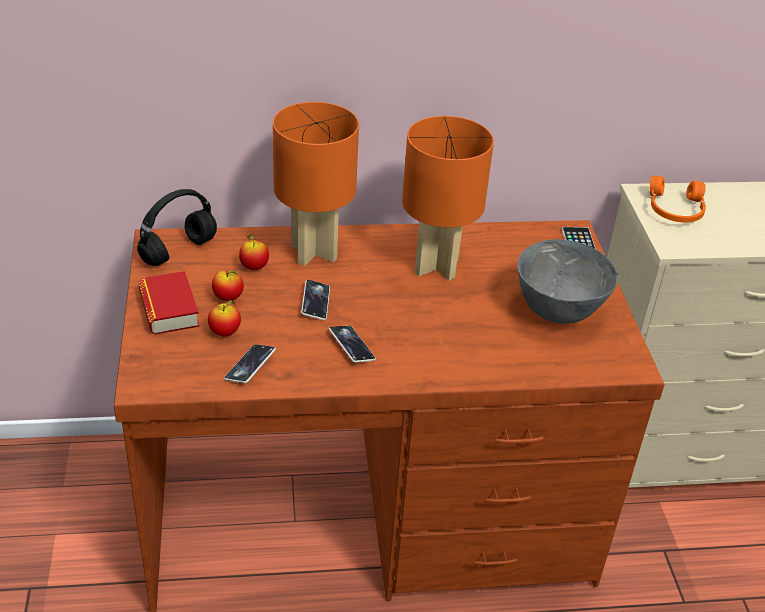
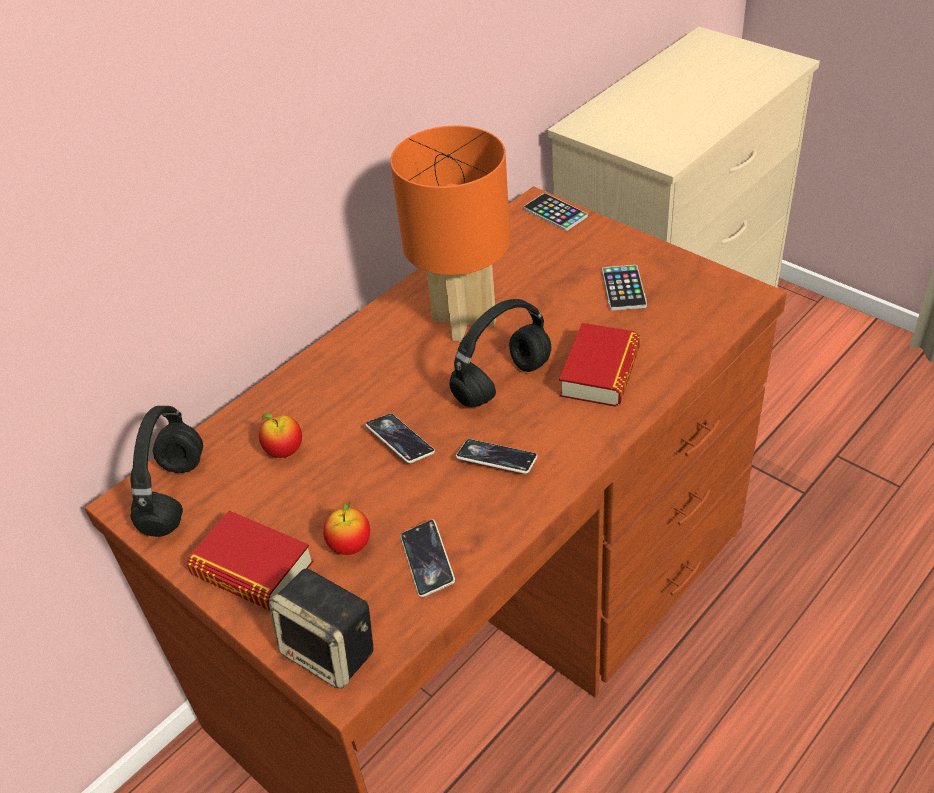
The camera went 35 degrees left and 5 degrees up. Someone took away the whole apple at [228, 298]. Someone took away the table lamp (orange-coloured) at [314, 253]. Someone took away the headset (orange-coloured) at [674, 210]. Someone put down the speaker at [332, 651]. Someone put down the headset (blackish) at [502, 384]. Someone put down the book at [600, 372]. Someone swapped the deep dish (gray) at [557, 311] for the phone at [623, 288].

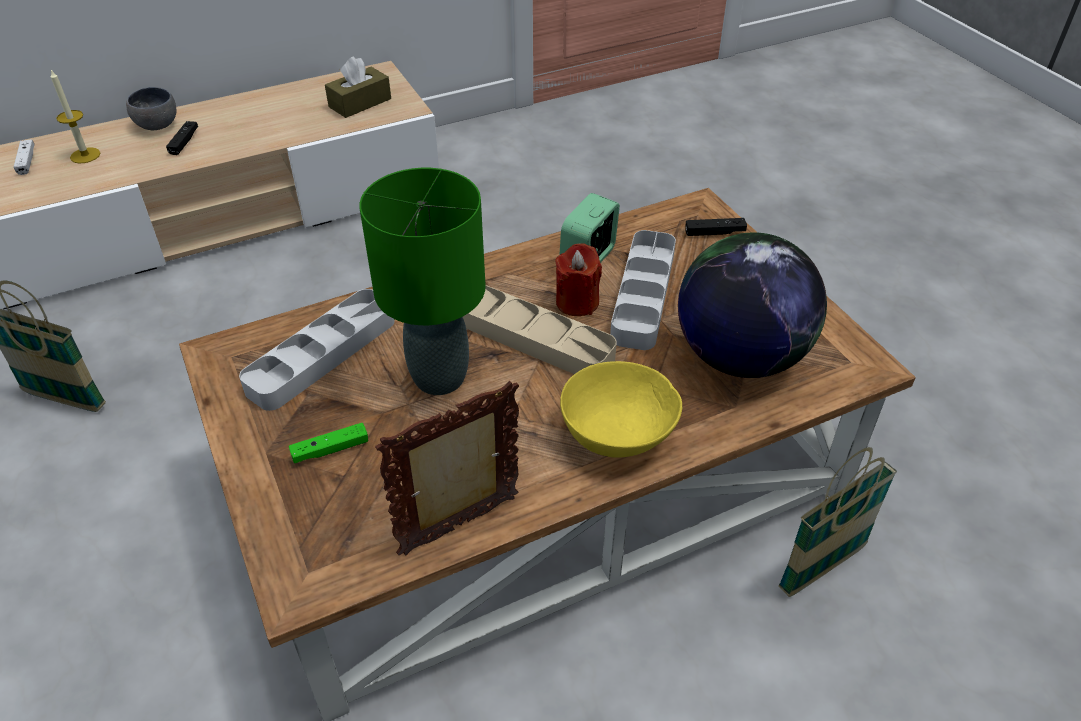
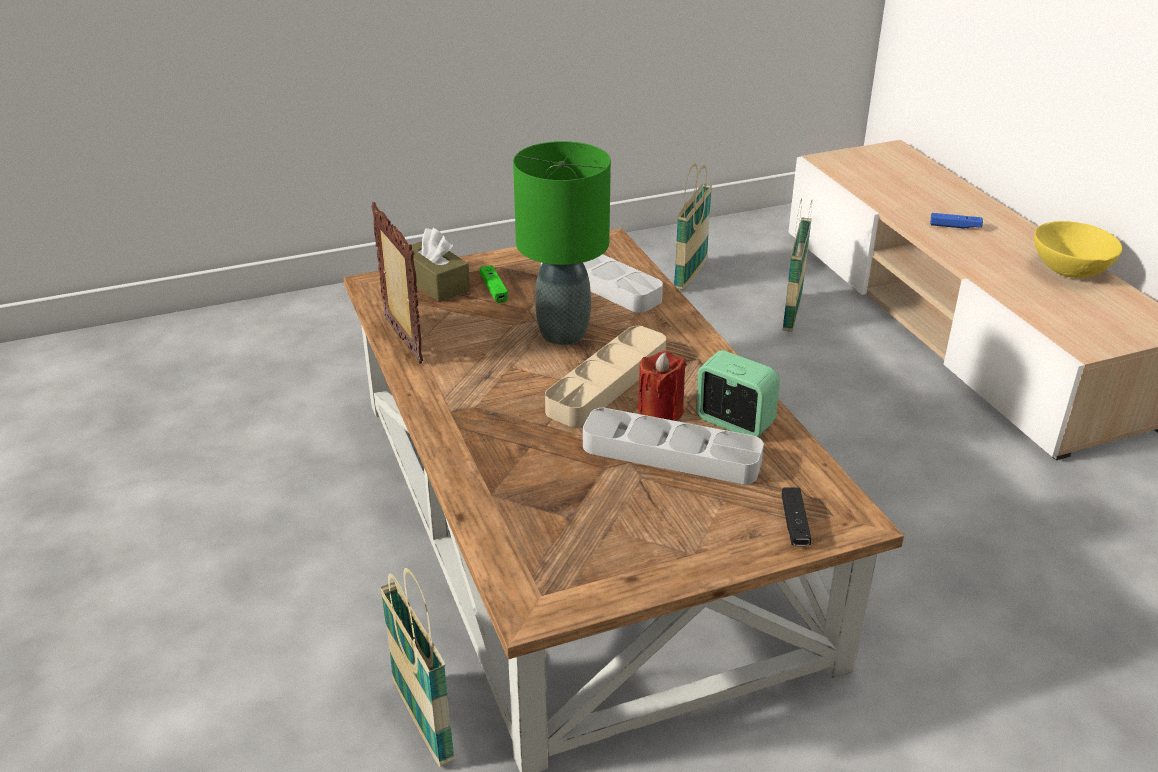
The camera went 95 degrees right and 10 degrees down. Someone took away the game controller (whitish) at [27, 162]. Someone took away the candle at [85, 155]. Someone took away the deep dish (gray) at [159, 125]. Someone took away the globe at [739, 357]. Someone put down the storage basket at [792, 314]. Someone carried the box of tissues (brownish) from [360, 103] to [435, 283]. Someone carried the deep dish (yellowish) from [617, 434] to [1070, 270]. Someone repainted the game controller (blackish) at [184, 142], which became the game controller (blue-coloured) at [955, 226].

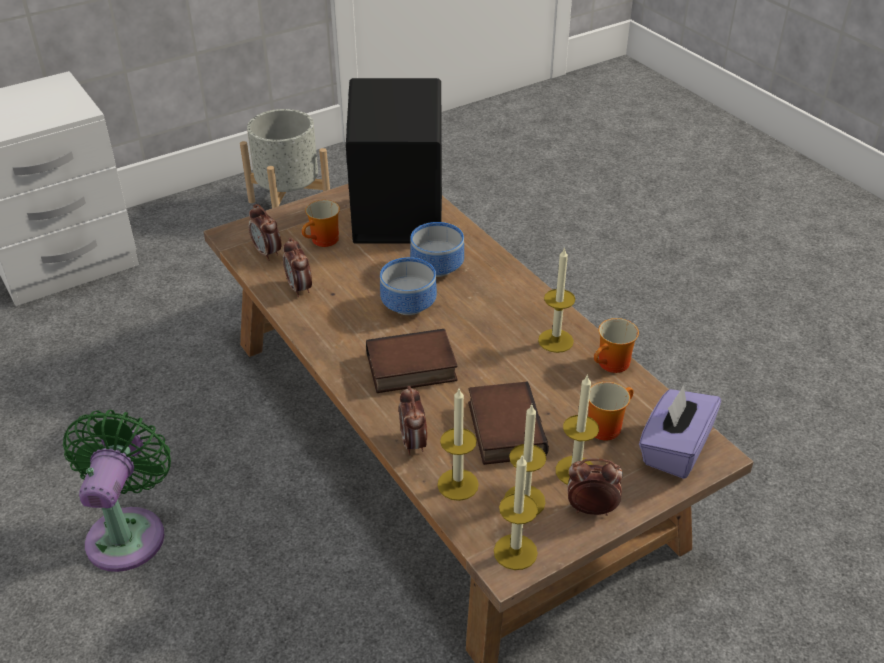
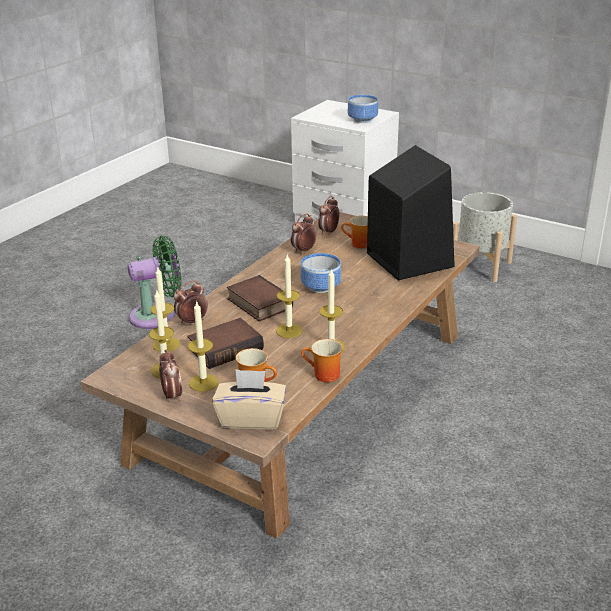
The camera went 65 degrees right and 10 degrees down. Someone carried the deep dish from [439, 268] to [362, 120]. Someone carried the candle from [515, 552] to [289, 330]. Someone repainted the box of tissues (purplish) at [674, 449], which became the box of tissues (beige-coloured) at [251, 418].

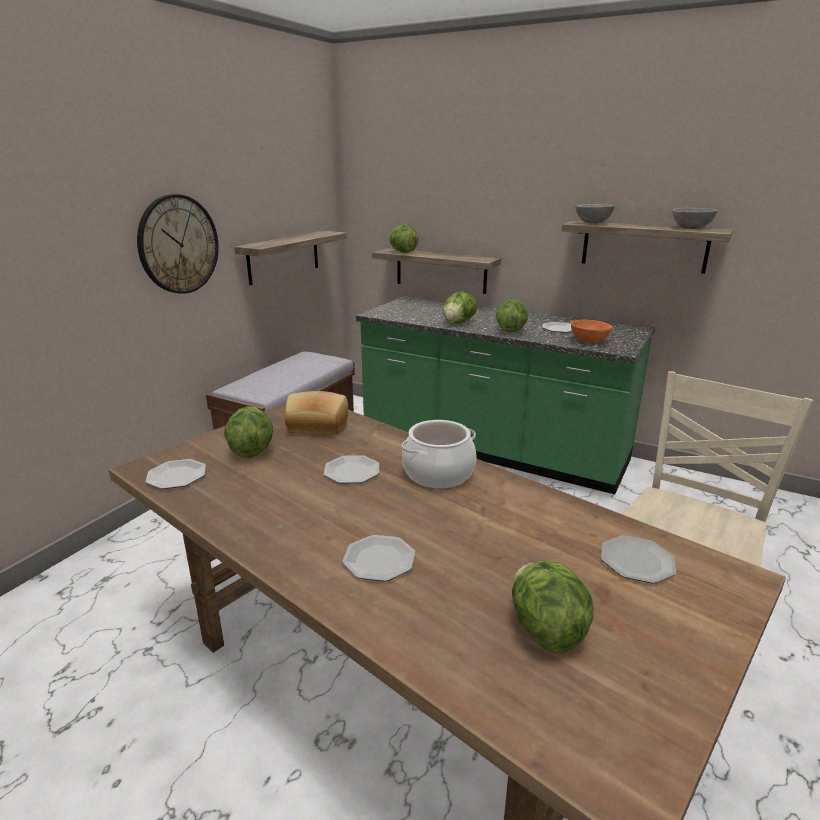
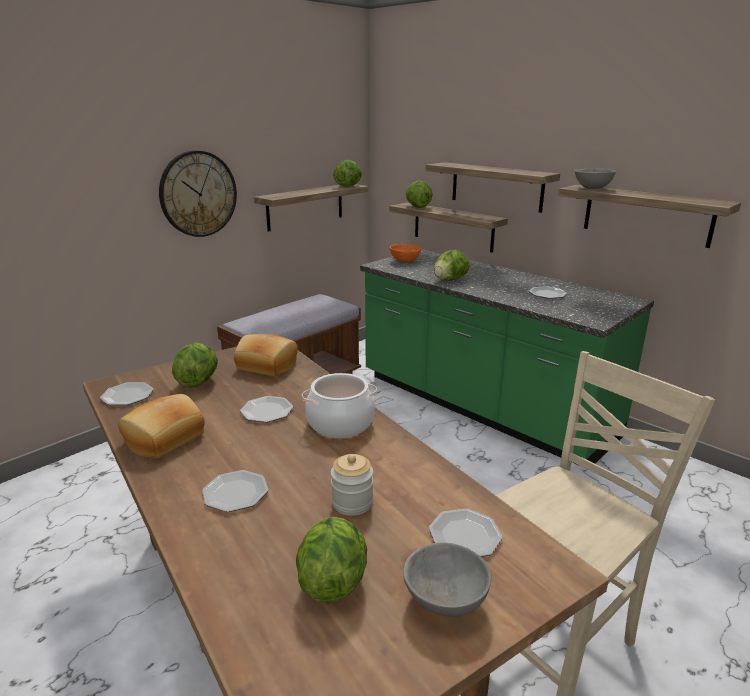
The camera went 15 degrees right and 0 degrees up. Someone put down the bread at [165, 439]. Someone put down the storage jar at [352, 502]. Someone put up the wall shelf at [496, 186]. Someone carried the lettuce head from [510, 331] to [348, 186]. Someone carried the deep dish (orange-coloured) from [589, 341] to [405, 261]. Someone carried the deep dish (gray) from [691, 228] to [445, 602].

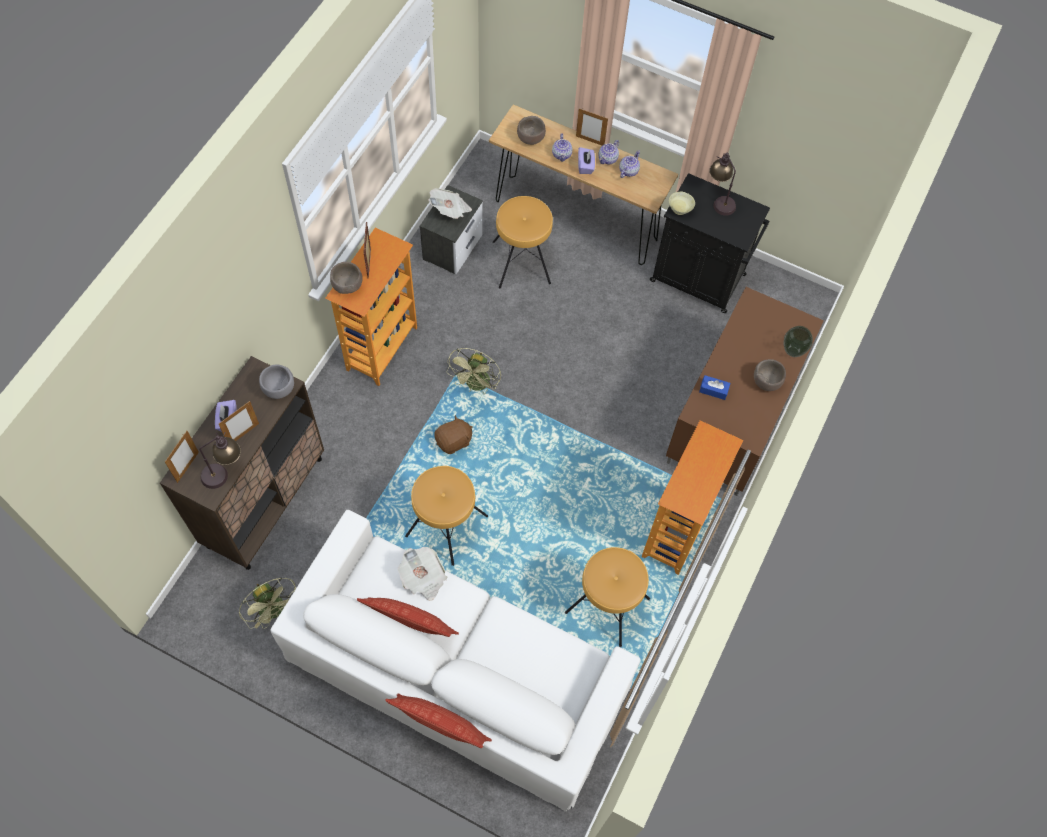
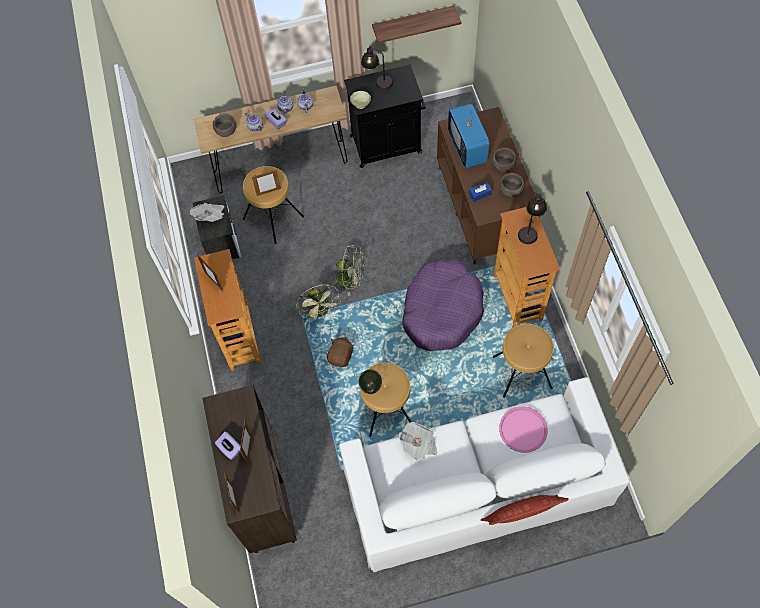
The camera went 35 degrees left and 0 degrees up. Someone took away the deep dish (gray) at [279, 389]. Someone took away the pillow at [410, 623]. Someone put up the wall shelf at [413, 23]. Someone put down the dog cushion (purplish) at [442, 310]. Someone put down the TV at [467, 148]. Someone put down the tray (pinkish) at [523, 429]. Someone carried the table lamp from [224, 472] to [530, 229]. Someone carried the electric fan (green) from [275, 610] to [350, 280]. Someone carried the deep dish (brownish) from [347, 286] to [511, 191]. Someone carried the picture frame from [590, 141] to [268, 192]. Someone carried the flower vase from [792, 351] to [370, 388].

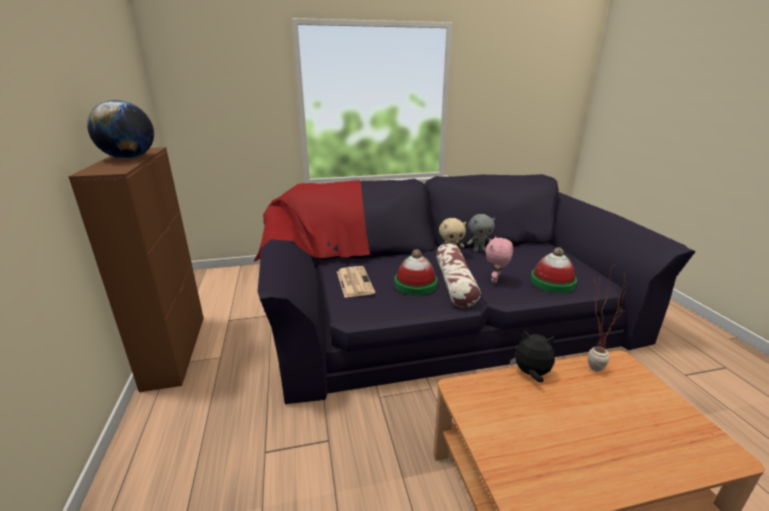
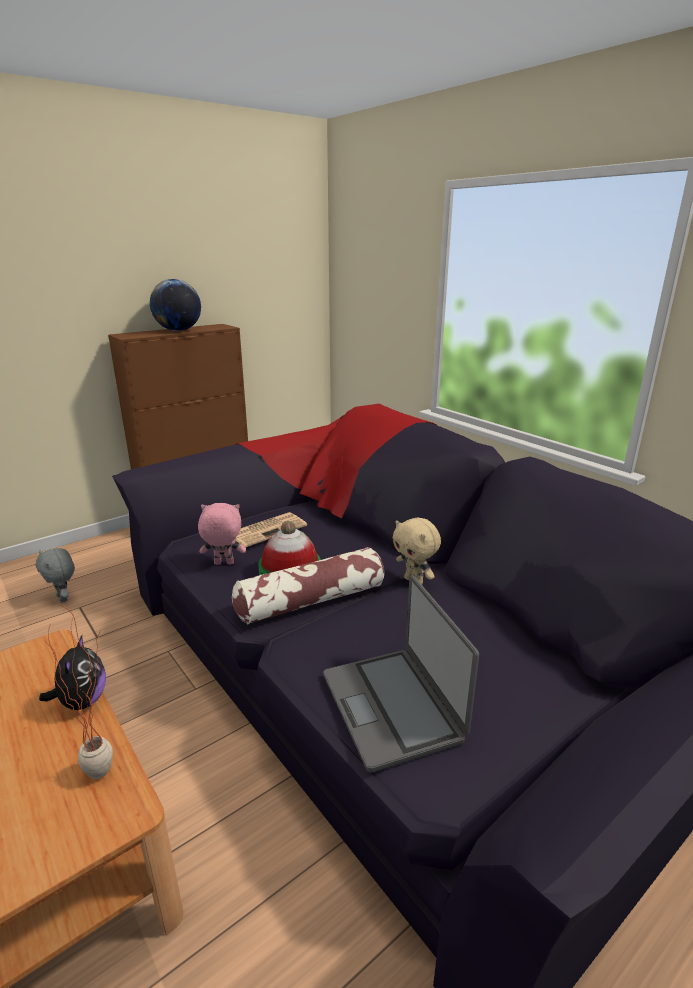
The camera went 65 degrees right and 0 degrees up. Someone carried the cuddly toy (gray) from [478, 250] to [64, 598]. Someone carried the cuddly toy (pinkish) from [496, 280] to [223, 564]. Someone swapped the clothing hat at [552, 282] for the portable computer at [392, 706].

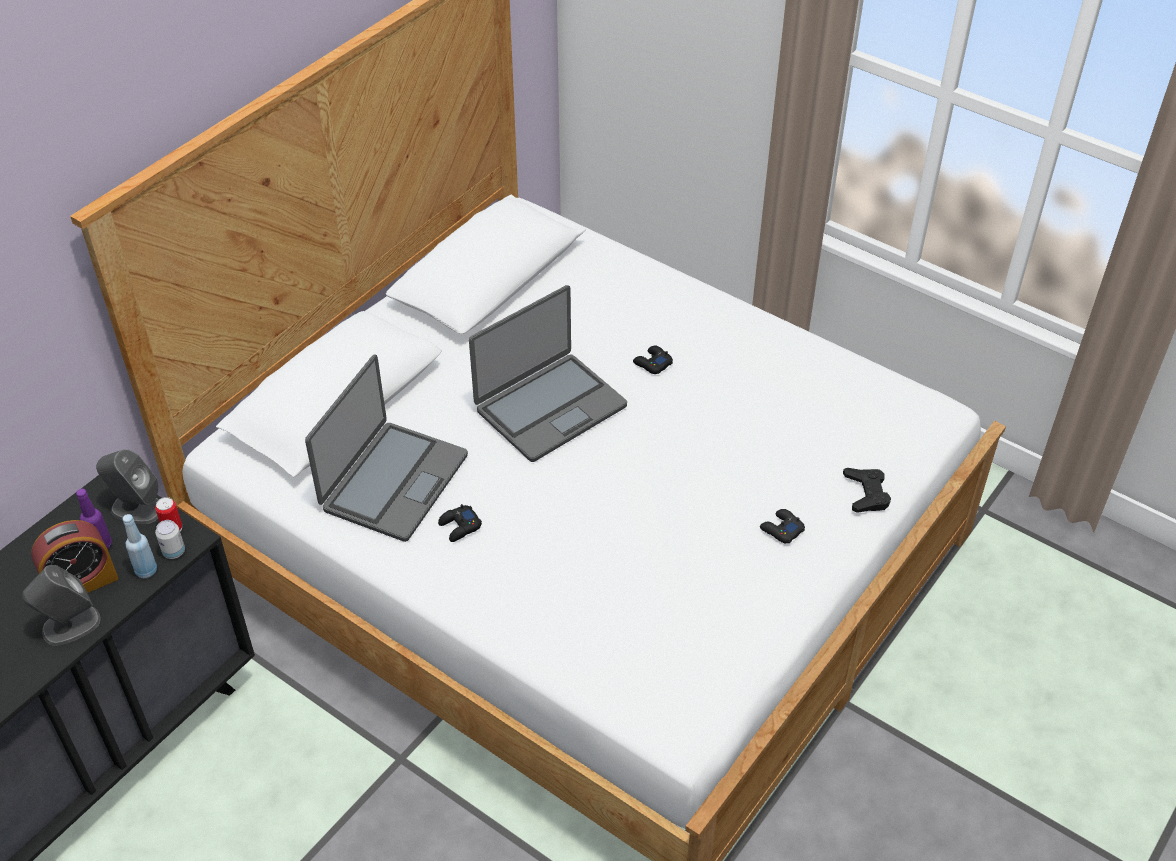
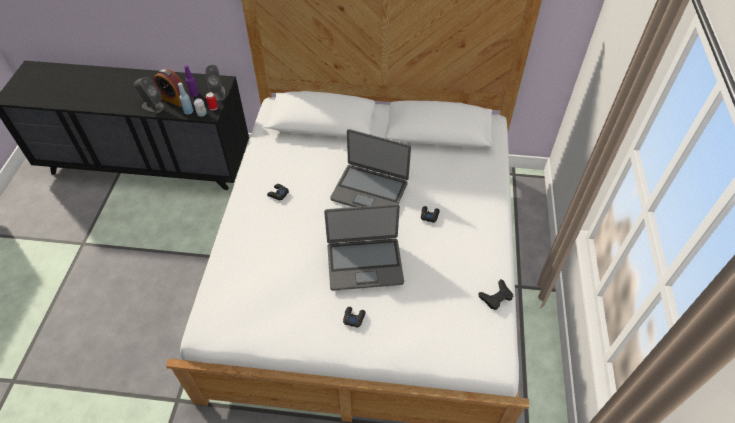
The camera went 60 degrees right and 5 degrees up. Someone carried the portable computer from [393, 482] to [364, 263]. Someone carried the game controller (blackish) from [866, 493] to [496, 297].

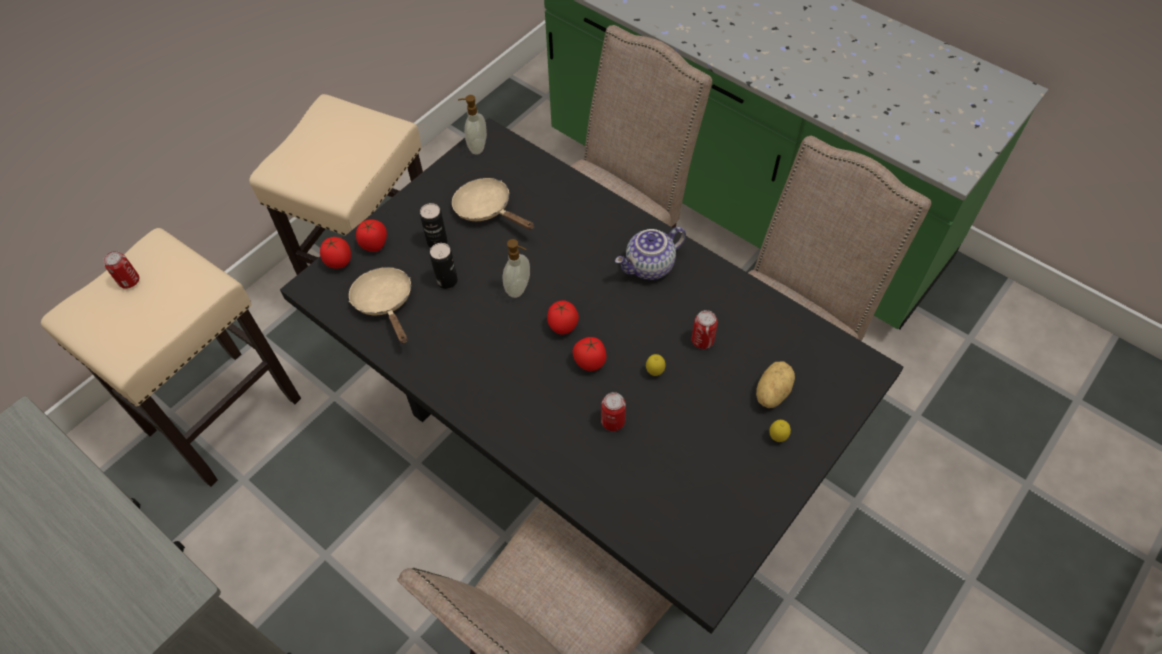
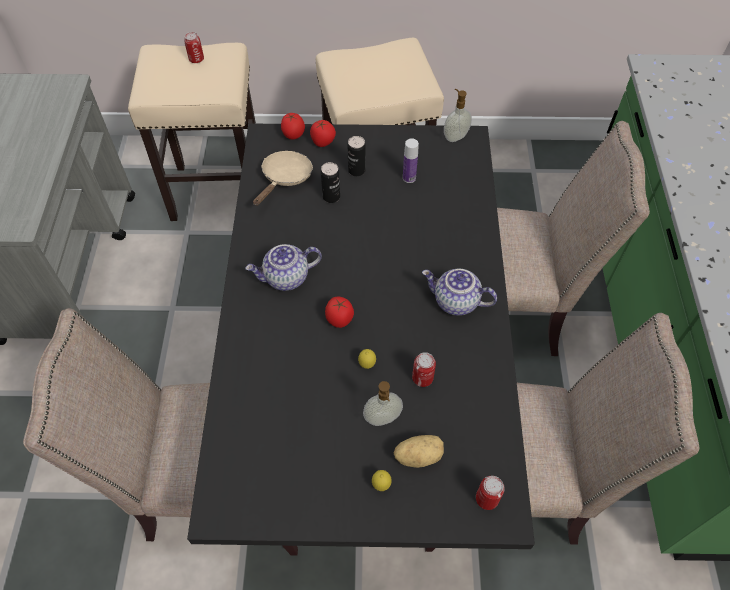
The camera went 50 degrees right and 0 degrees up. Someone took away the fresh tomato at [562, 327]. Someone put down the teapot at [286, 278]. Someone carried the soap dispenser from [519, 288] to [383, 419]. Someone carried the metal can from [613, 421] to [487, 499]. Someone swapped the frying pan (beige-coloured) at [487, 209] for the bottle at [409, 178].

